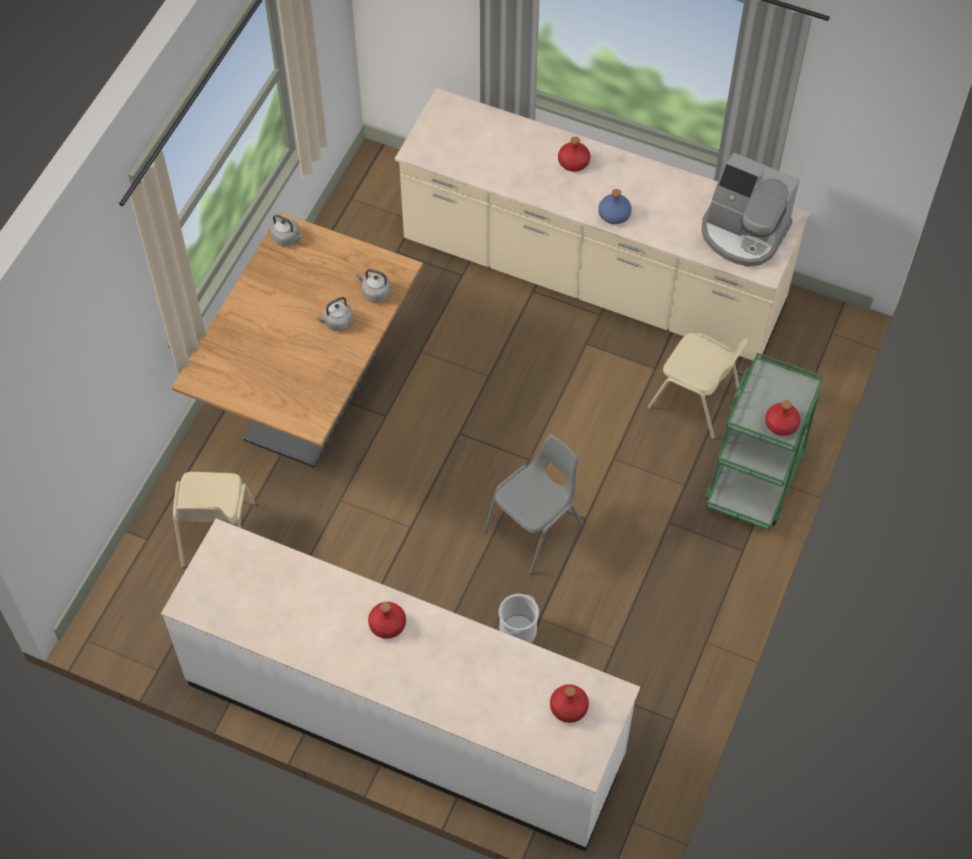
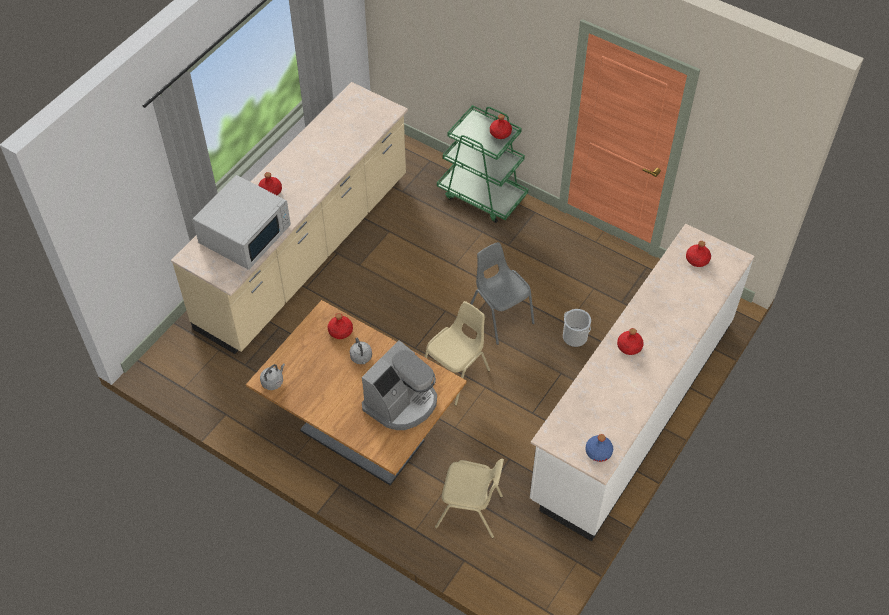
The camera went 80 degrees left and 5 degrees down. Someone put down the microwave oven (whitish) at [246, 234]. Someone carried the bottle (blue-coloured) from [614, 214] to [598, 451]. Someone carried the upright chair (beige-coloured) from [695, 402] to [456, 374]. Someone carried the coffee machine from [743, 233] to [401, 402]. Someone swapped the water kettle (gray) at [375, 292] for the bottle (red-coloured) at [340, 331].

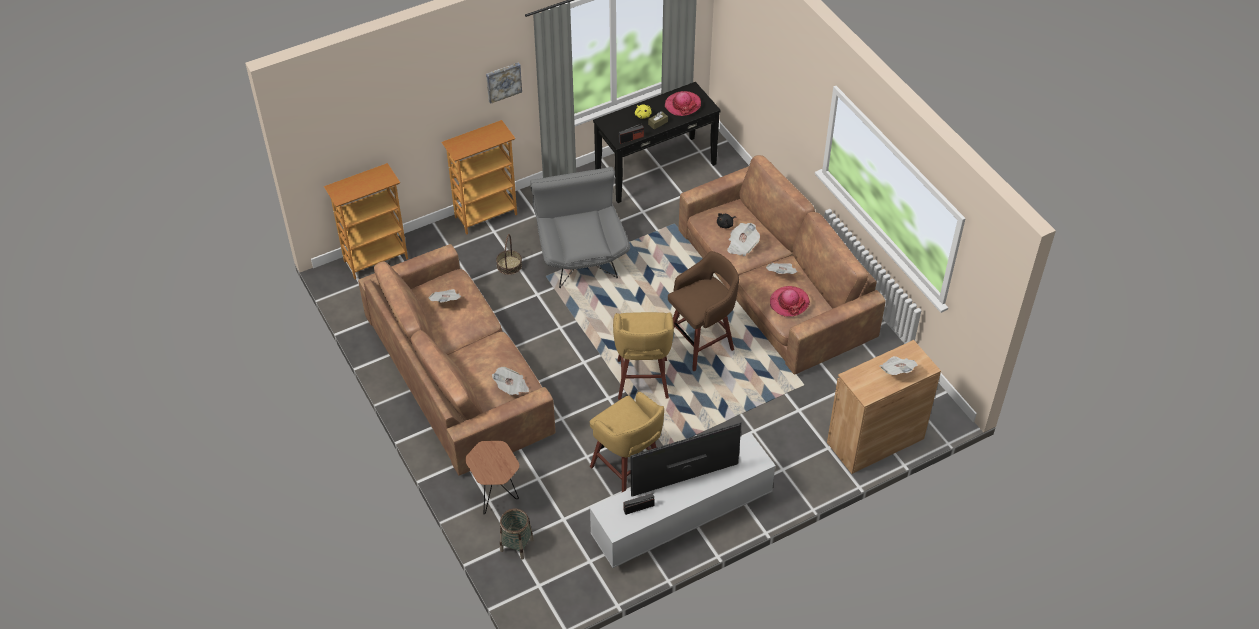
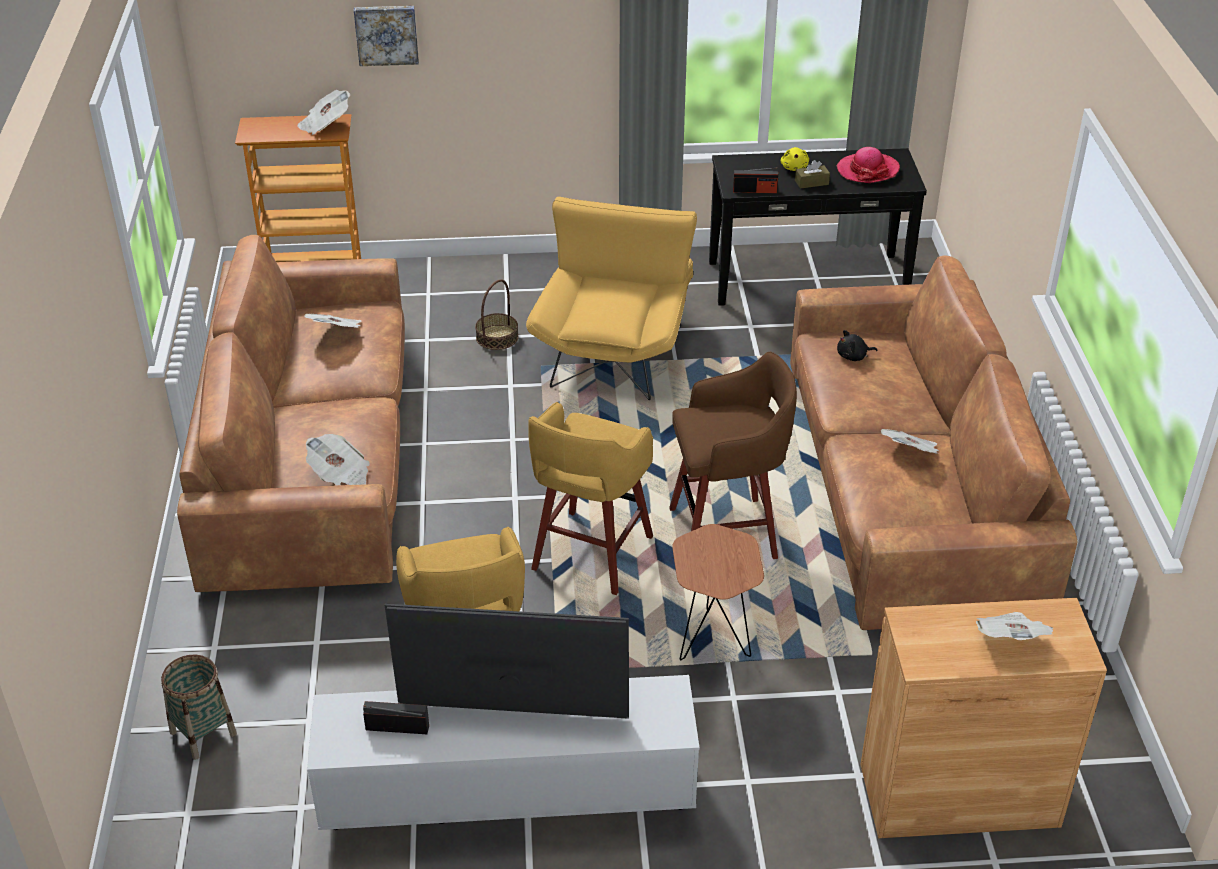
The camera went 25 degrees right and 10 degrees down. Someone took away the bookshelf at [485, 215]. Someone took away the clothing hat at [789, 302]. Someone carried the accent table (brownish) from [496, 499] to [712, 644]. Someone carried the wall picture from [503, 81] to [386, 34]. Someone carried the printed paper from [741, 245] to [325, 125]. Someone repainted the armchair (gray) at [579, 250], which became the armchair (yellowish) at [616, 348].

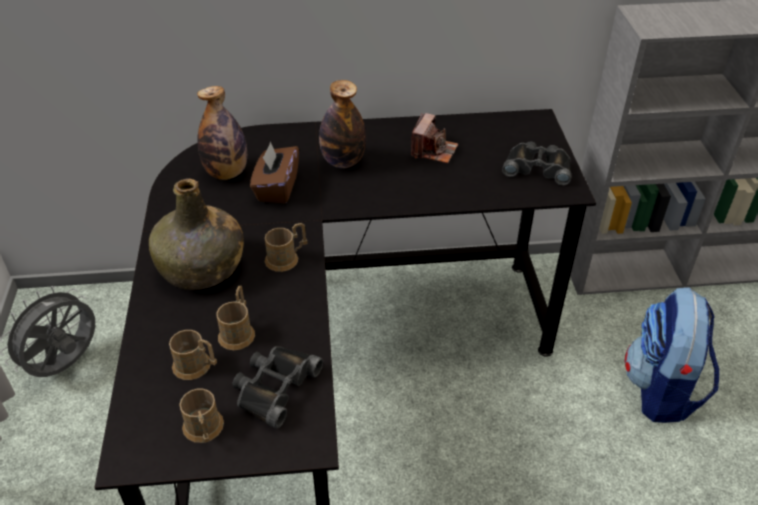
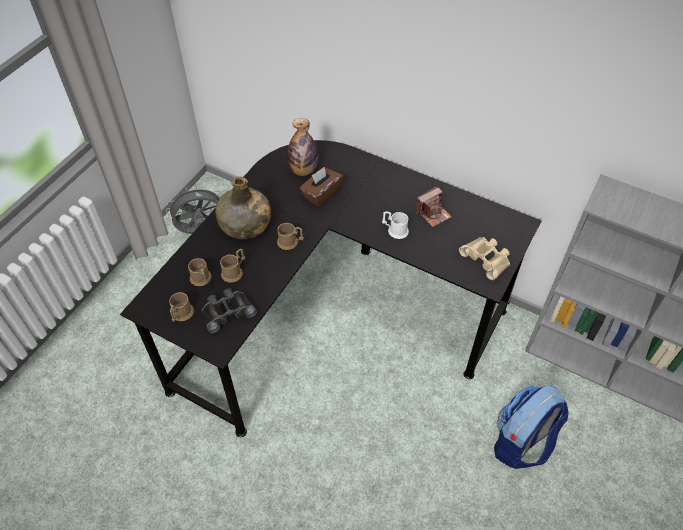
The camera went 35 degrees right and 10 degrees up. Someone took away the bottle at [343, 161]. Someone put down the coffee mug (whitish) at [395, 230]. Someone repainted the pair of binoculars (blackish) at [537, 167], which became the pair of binoculars (beige-coloured) at [486, 259].

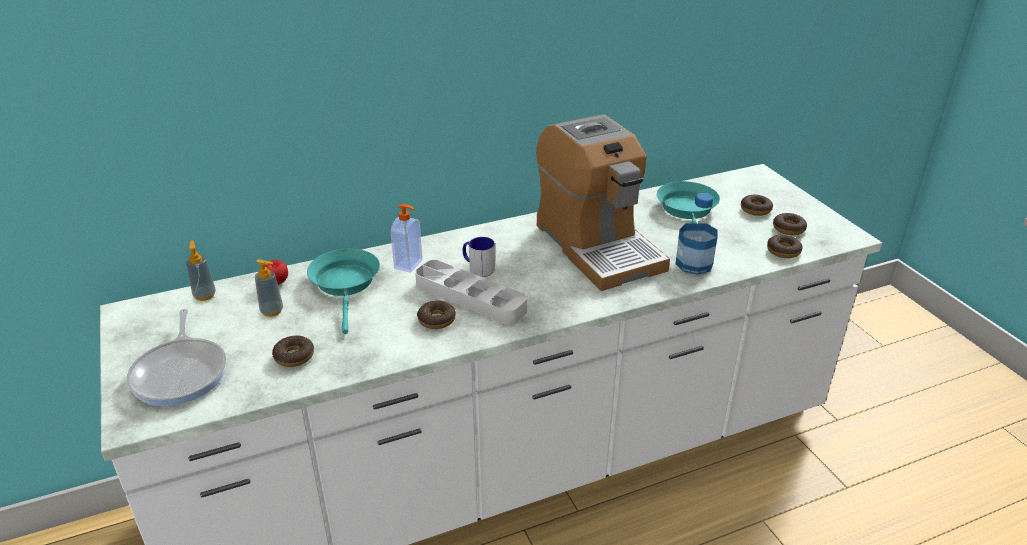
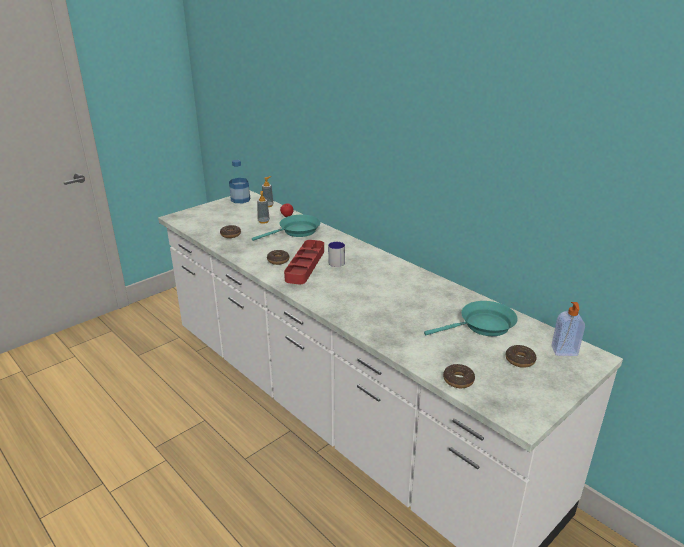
The camera went 70 degrees right and 5 degrees down. Someone took away the frying pan at [181, 373]. Someone took away the coffee machine at [597, 246]. Someone took away the ring doughnut at [788, 228]. Someone carried the soap dispenser from [409, 264] to [564, 351]. Someone carried the bottle from [694, 264] to [240, 199]. Someone repainted the tray (gray) at [470, 297], which became the tray (red-coloured) at [305, 265].

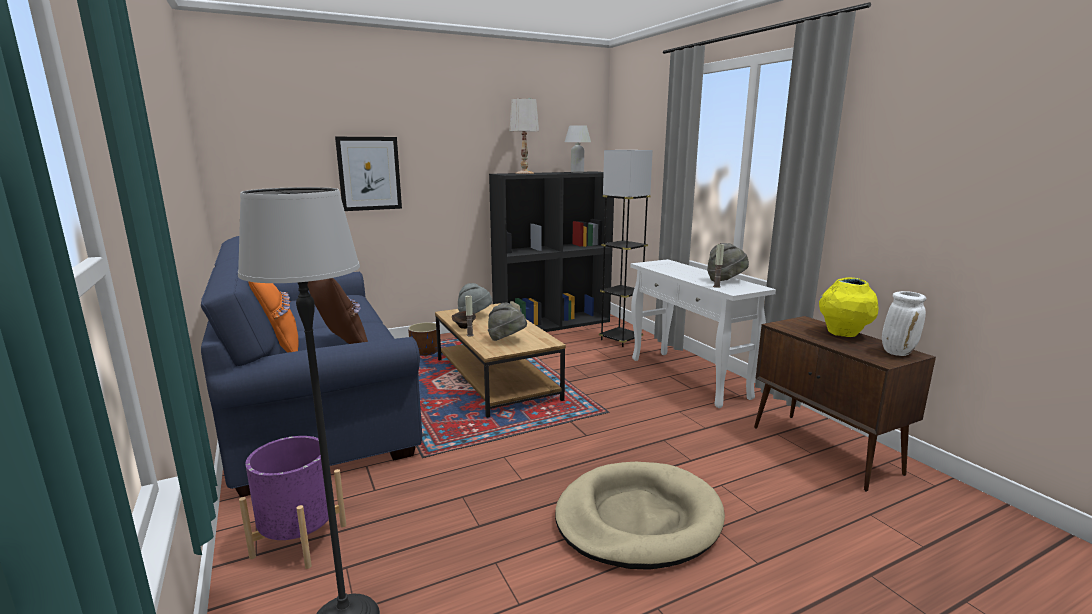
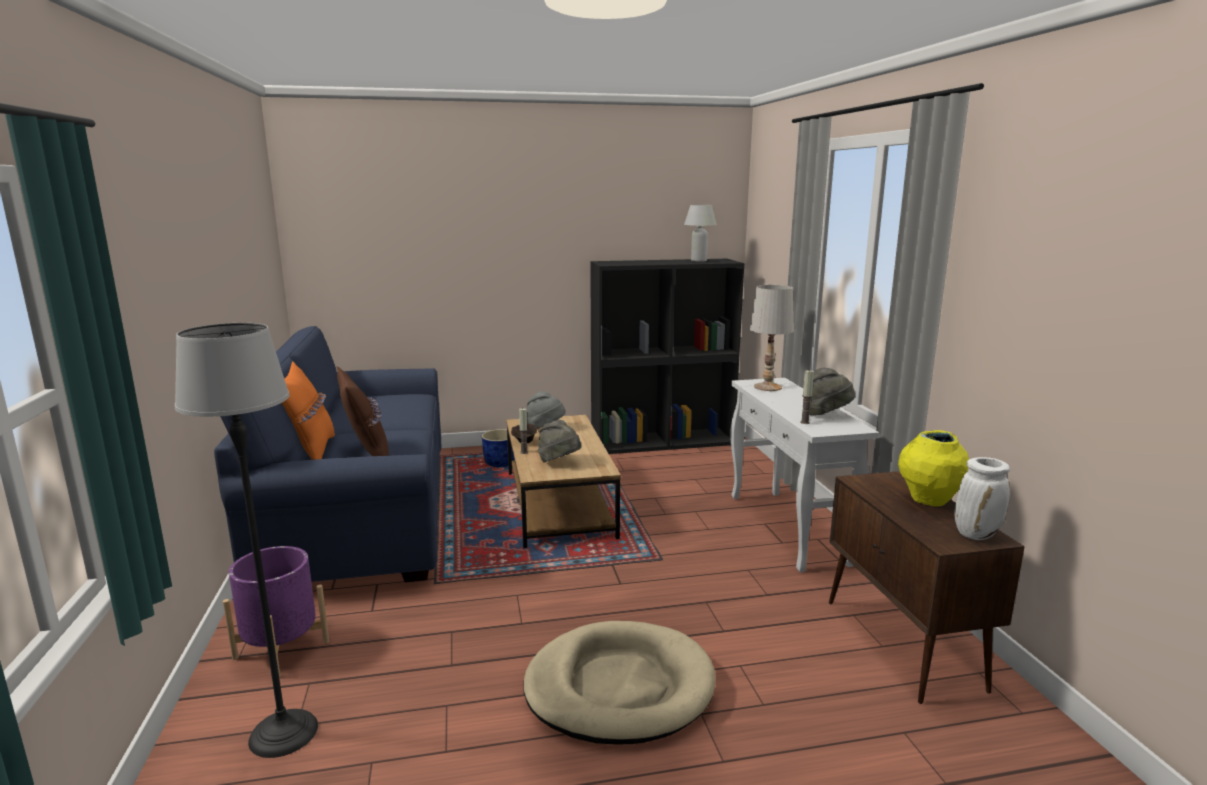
The camera went 15 degrees right and 0 degrees up. Someone took away the wall picture at [369, 173]. Someone took away the standard lamp (gray) at [620, 340]. Someone carried the table lamp (whitish) from [524, 173] to [767, 387]. Someone repainted the plant pot (brownish) at [426, 352], which became the plant pot (blue-coloured) at [500, 463].

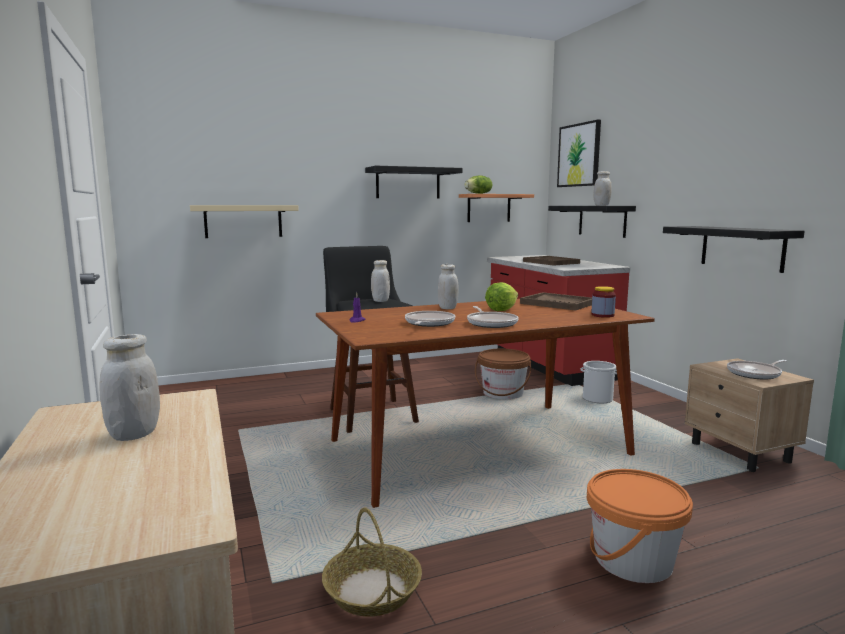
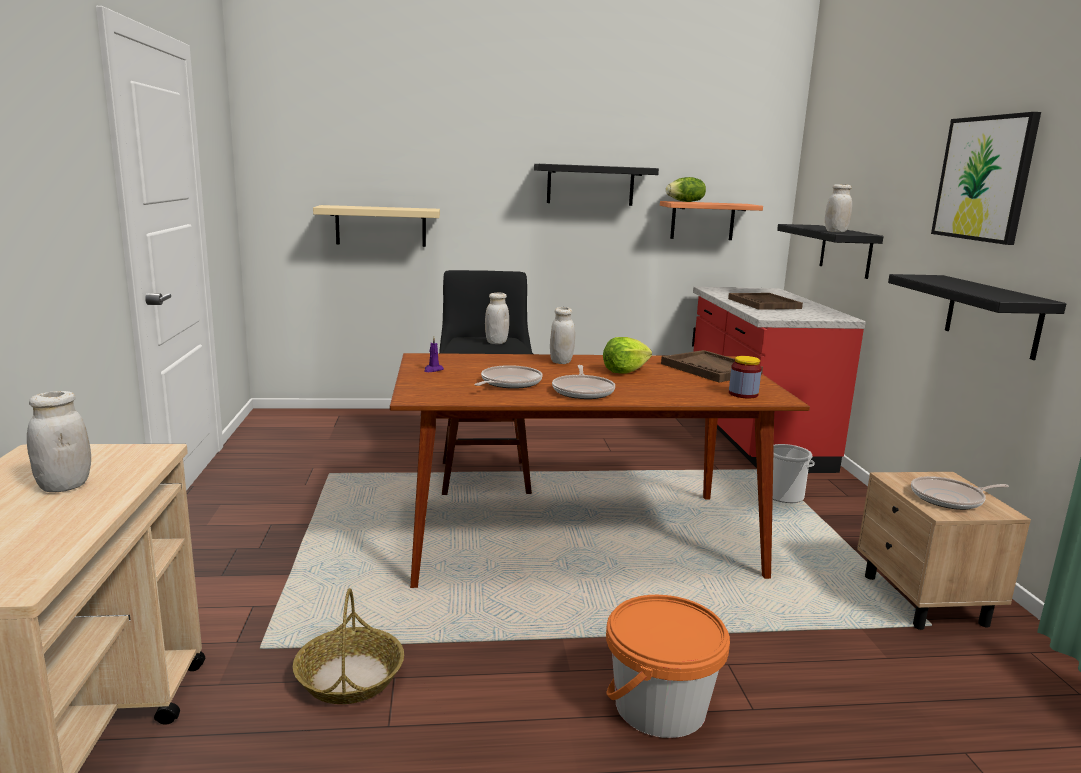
The camera went 15 degrees right and 5 degrees up. Someone took away the pail (brownish) at [503, 393]. Someone carried the wall picture from [579, 155] to [984, 178].

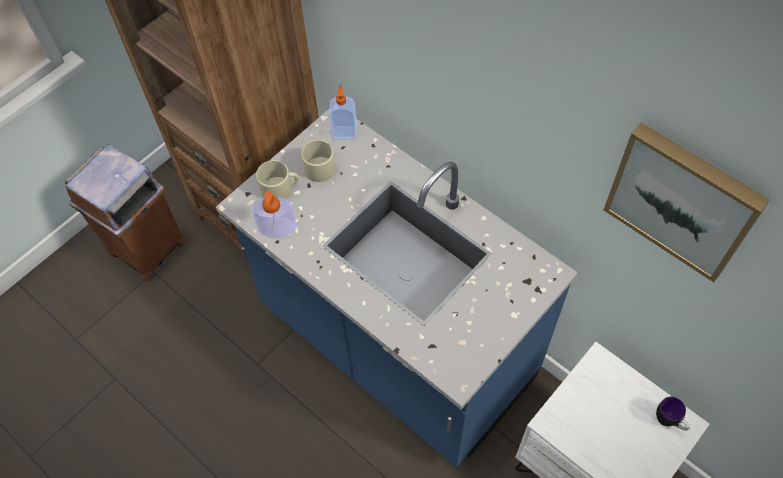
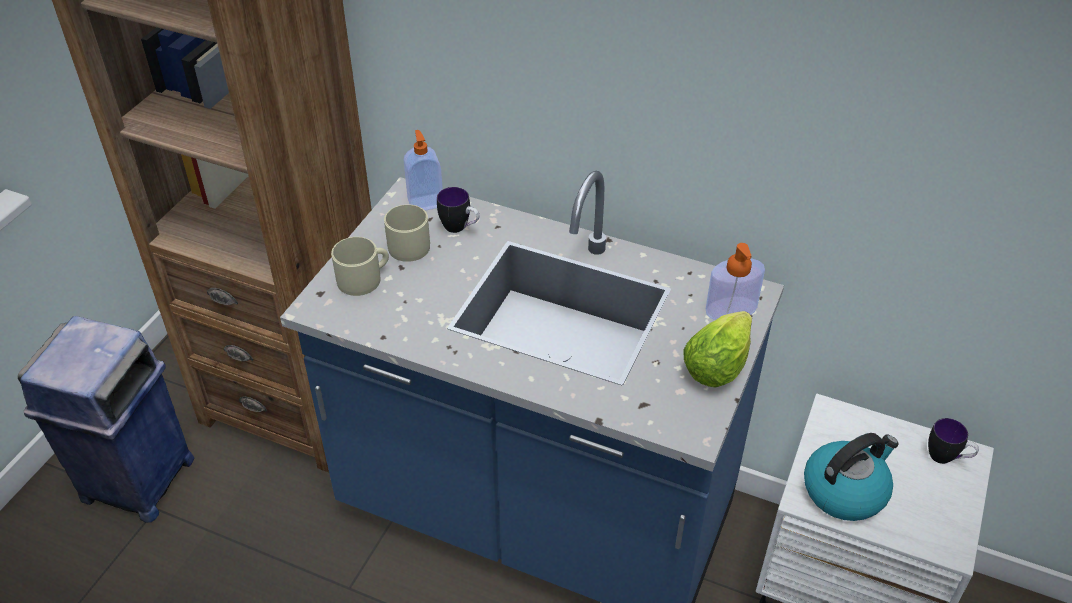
The camera went 20 degrees left and 15 degrees down. Someone took away the wall picture at [683, 200]. Someone put down the coffee mug at [460, 228]. Someone put down the lettuce head at [719, 363]. Someone put down the water kettle at [845, 490]. Someone carried the soap dispenser from [277, 227] to [731, 309]. Someone repainted the trash can (brownish) at [146, 248], which became the trash can (blue-coloured) at [136, 481].

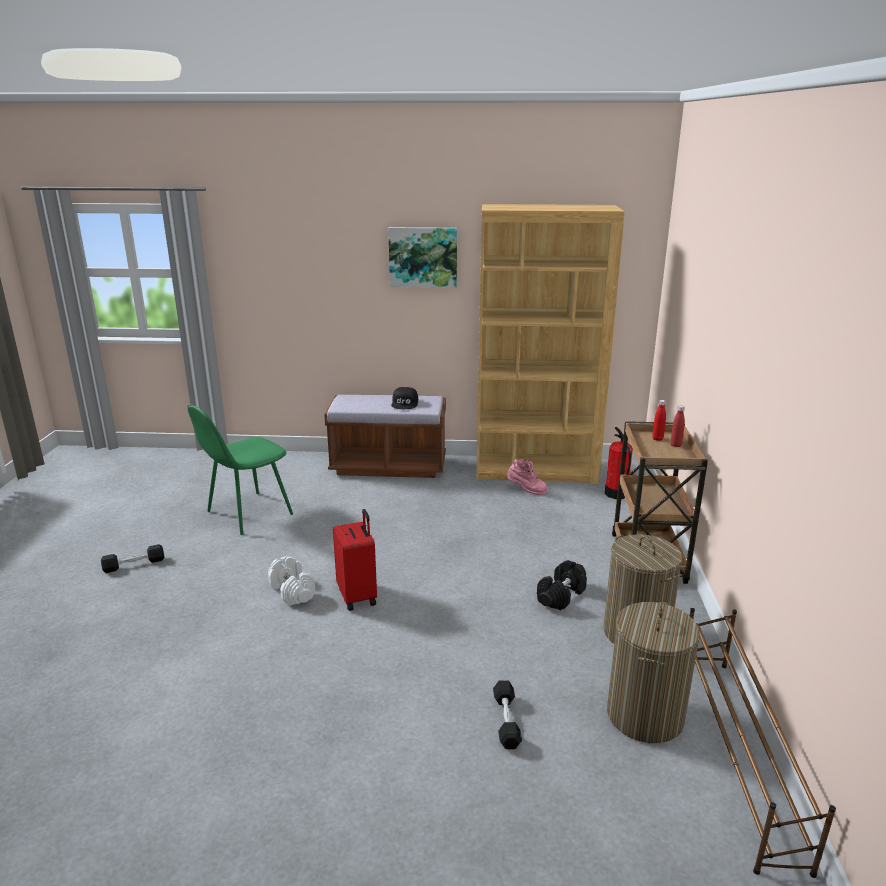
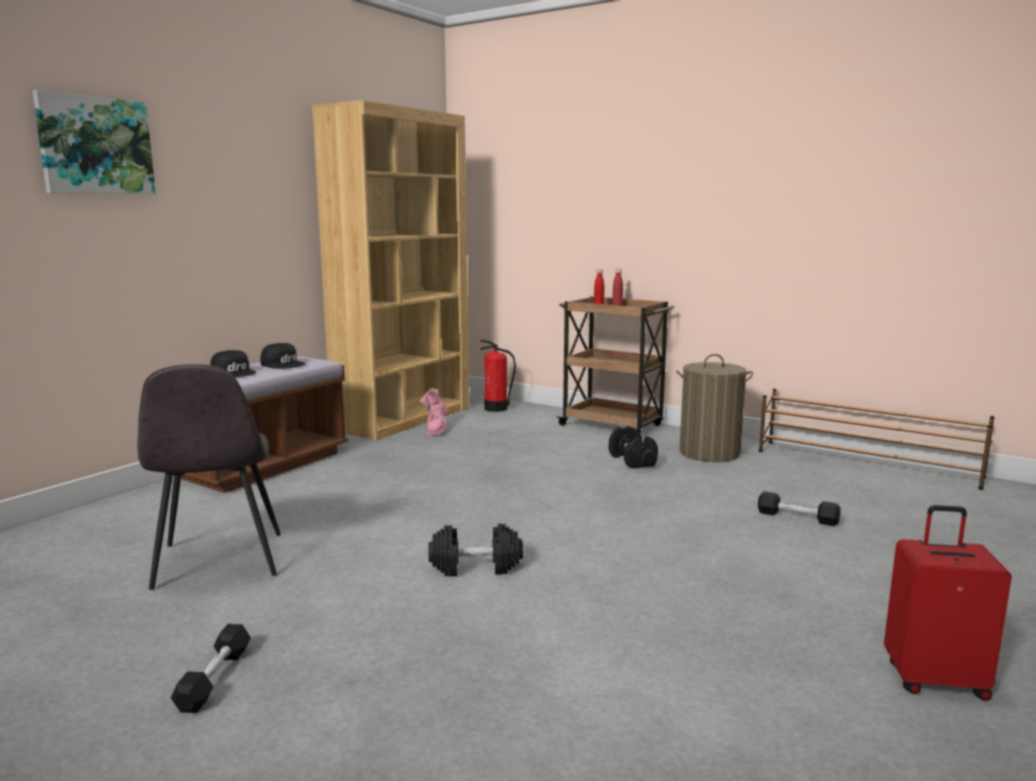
The camera went 60 degrees left and 10 degrees down. Someone took away the laundry basket at [645, 716]. Someone put down the peaked cap (blackish) at [234, 372]. Someone carried the piece of luggage (red-coloured) from [358, 596] to [934, 679]. Someone carried the wall picture from [423, 257] to [95, 145]. Someone repainted the upright chair (green) at [247, 514], which became the upright chair (gray) at [219, 562]. Someone repainted the dumbbell (whitish) at [292, 591], which became the dumbbell (blackish) at [476, 566]. Someone rotated the boot (pinkish) at [526, 491] by 135 degrees clockwise.

